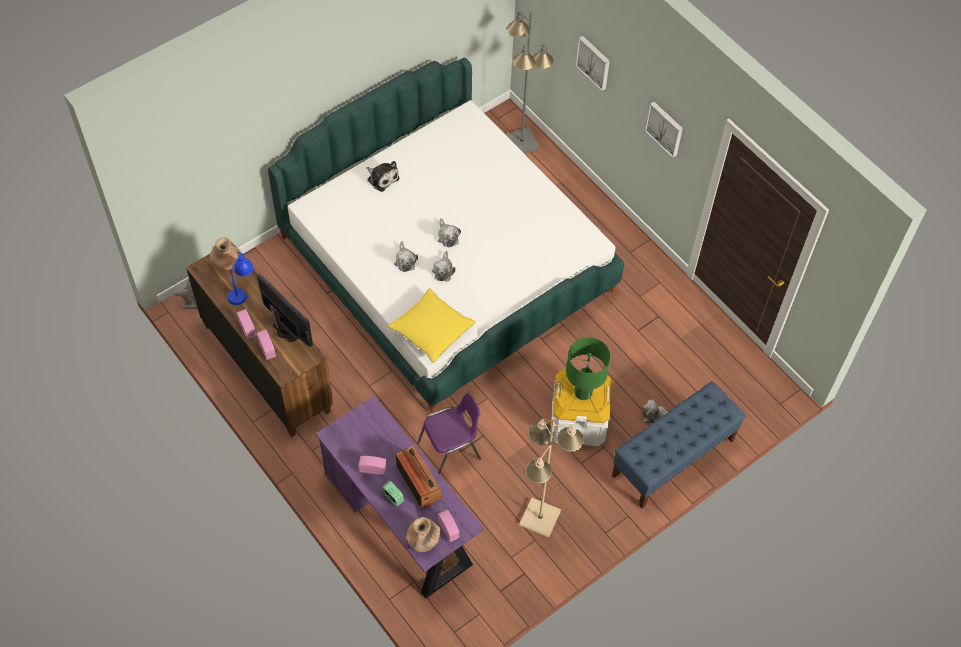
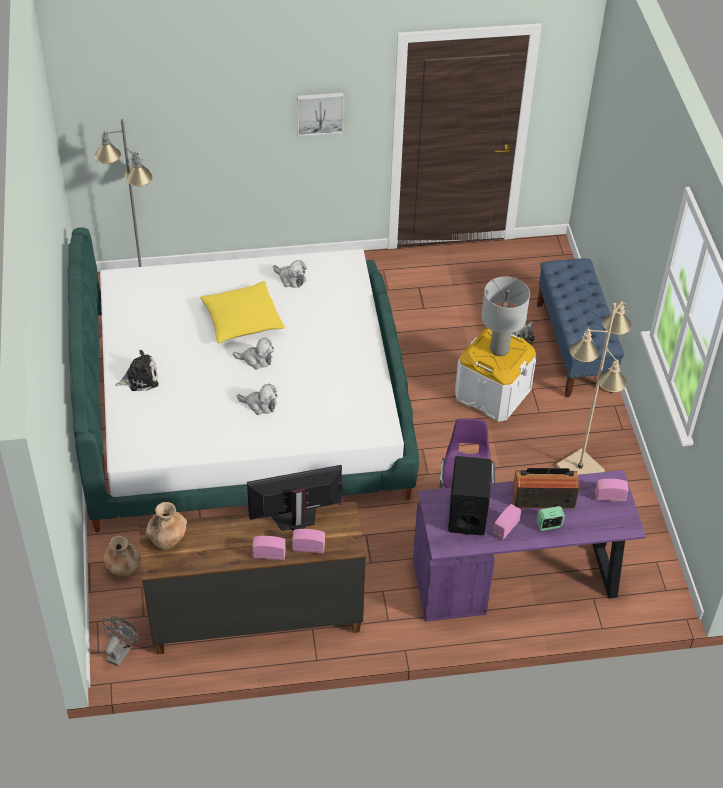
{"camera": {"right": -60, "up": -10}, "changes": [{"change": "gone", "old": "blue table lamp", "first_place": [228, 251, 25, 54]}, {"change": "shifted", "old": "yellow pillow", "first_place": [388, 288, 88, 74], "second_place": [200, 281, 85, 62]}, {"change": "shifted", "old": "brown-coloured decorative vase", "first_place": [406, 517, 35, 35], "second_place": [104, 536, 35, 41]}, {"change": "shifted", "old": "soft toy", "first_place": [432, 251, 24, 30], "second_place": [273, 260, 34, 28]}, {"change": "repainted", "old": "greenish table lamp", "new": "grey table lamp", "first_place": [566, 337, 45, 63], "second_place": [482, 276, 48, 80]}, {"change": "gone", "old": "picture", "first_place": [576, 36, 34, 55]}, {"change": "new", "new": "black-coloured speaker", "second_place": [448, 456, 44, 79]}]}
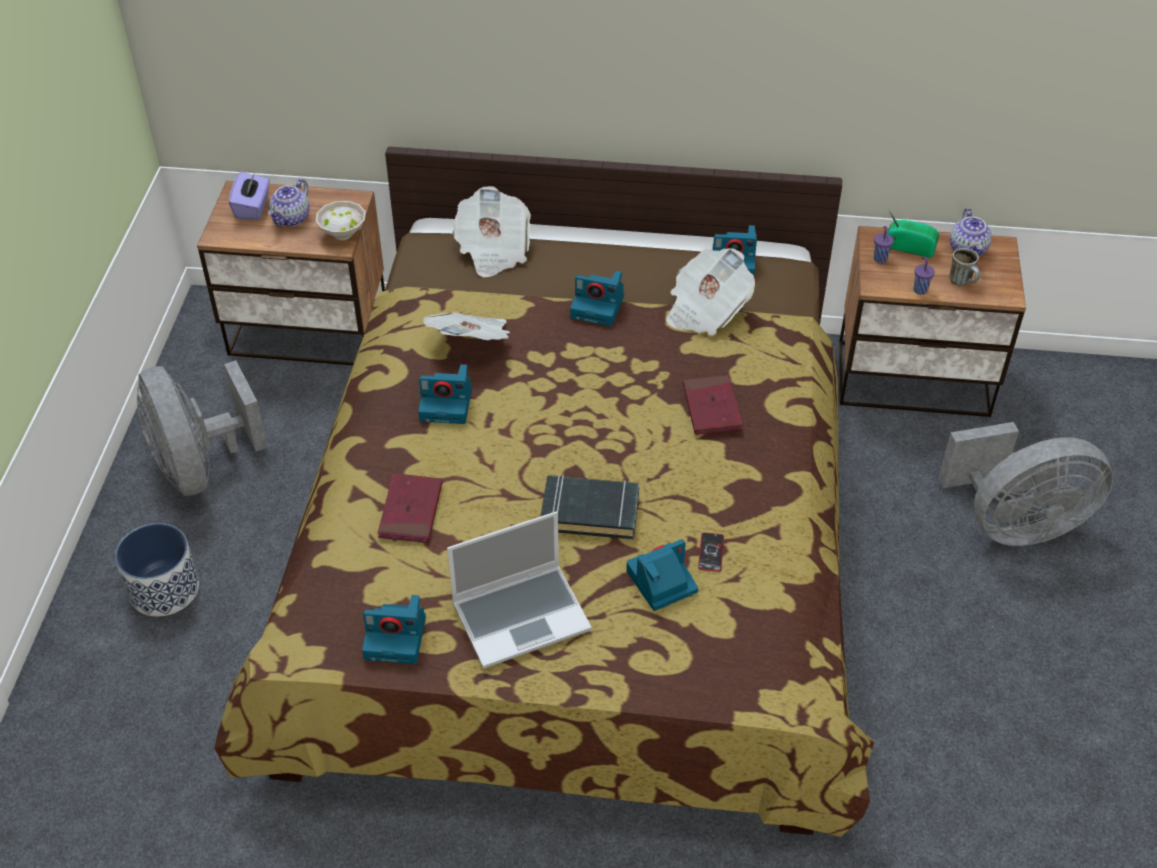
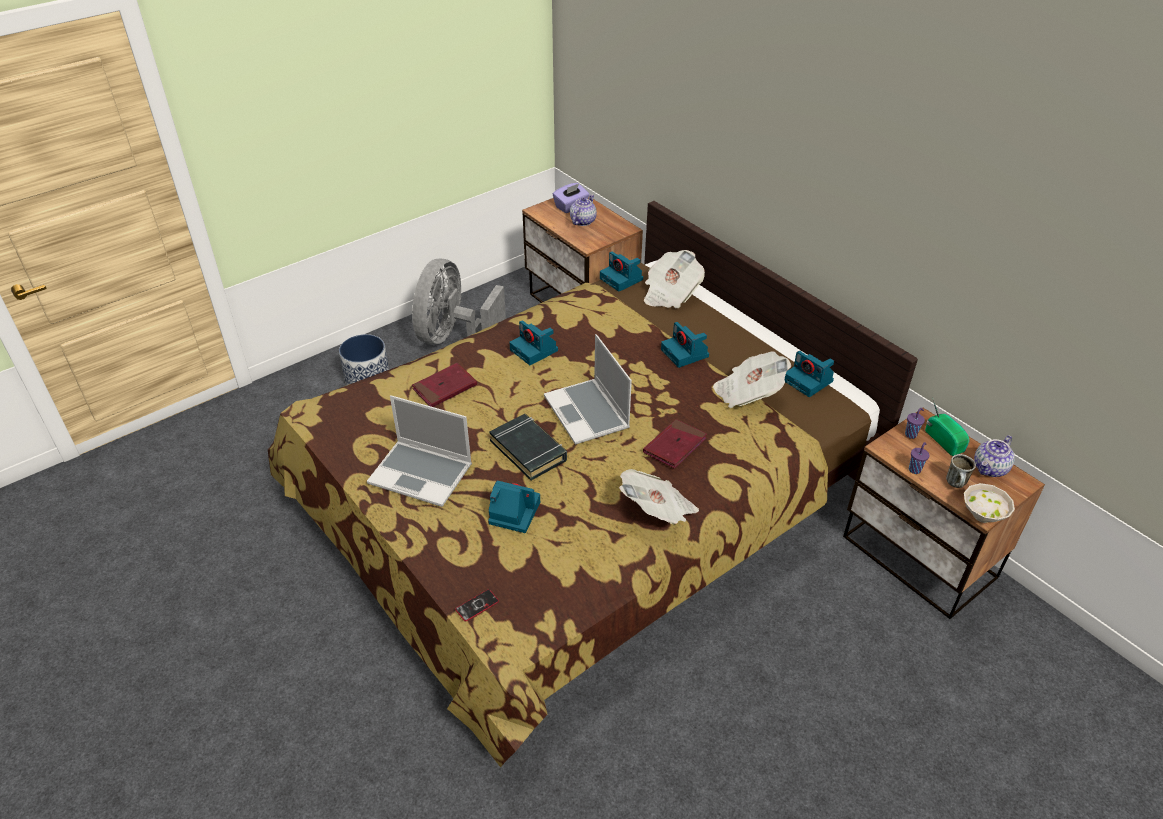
{"camera": {"right": 45, "up": -5}, "changes": [{"change": "rotated", "old": "tea pot", "first_place": [268, 179, 42, 47], "second_place": [570, 194, 27, 32], "degrees": 135}, {"change": "shifted", "old": "white bowl", "first_place": [316, 201, 50, 39], "second_place": [964, 483, 51, 40]}, {"change": "shifted", "old": "still camera", "first_place": [362, 595, 64, 69], "second_place": [600, 251, 43, 41]}, {"change": "shifted", "old": "daily paper", "first_place": [423, 312, 87, 28], "second_place": [619, 469, 80, 56]}, {"change": "shifted", "old": "telephone", "first_place": [698, 532, 26, 40], "second_place": [455, 589, 44, 32]}, {"change": "gone", "old": "grey electric fan", "first_place": [938, 422, 175, 124]}, {"change": "new", "new": "notebook computer", "second_place": [544, 334, 88, 111]}]}
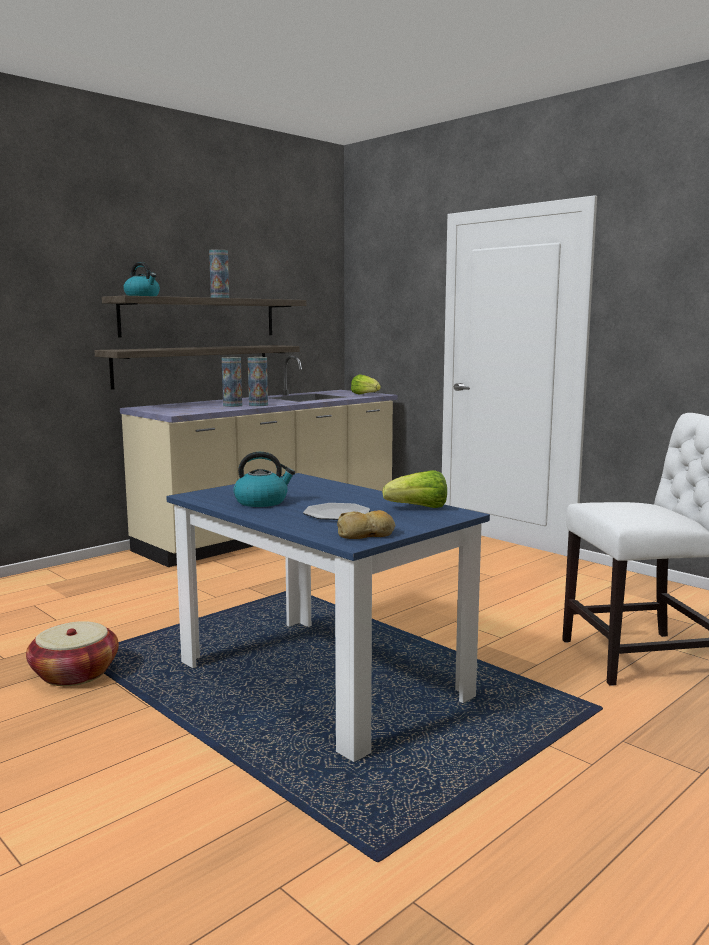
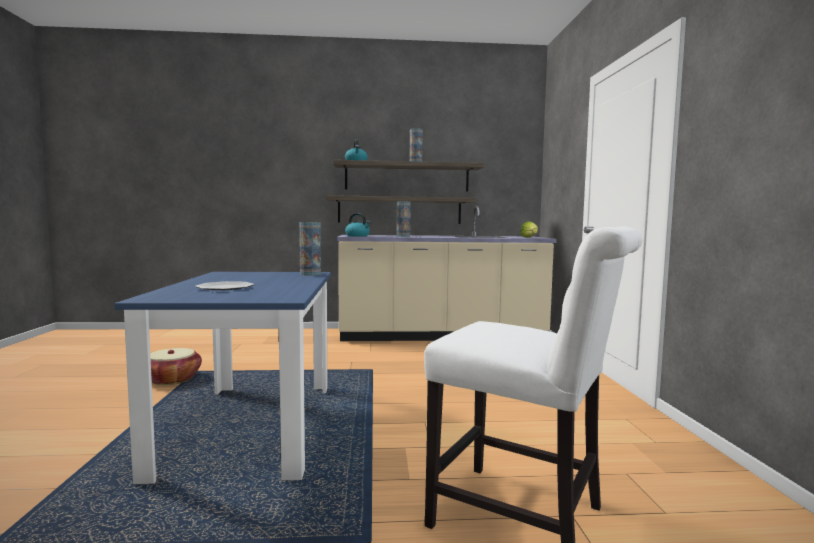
{"camera": {"right": 40, "up": -5}, "changes": [{"change": "shifted", "old": "tea kettle", "first_place": [233, 452, 62, 55], "second_place": [345, 213, 26, 24]}, {"change": "shifted", "old": "decorative vase", "first_place": [248, 357, 20, 49], "second_place": [299, 222, 22, 54]}, {"change": "gone", "old": "bread", "first_place": [337, 510, 58, 29]}, {"change": "gone", "old": "head of lettuce", "first_place": [383, 470, 64, 38]}]}
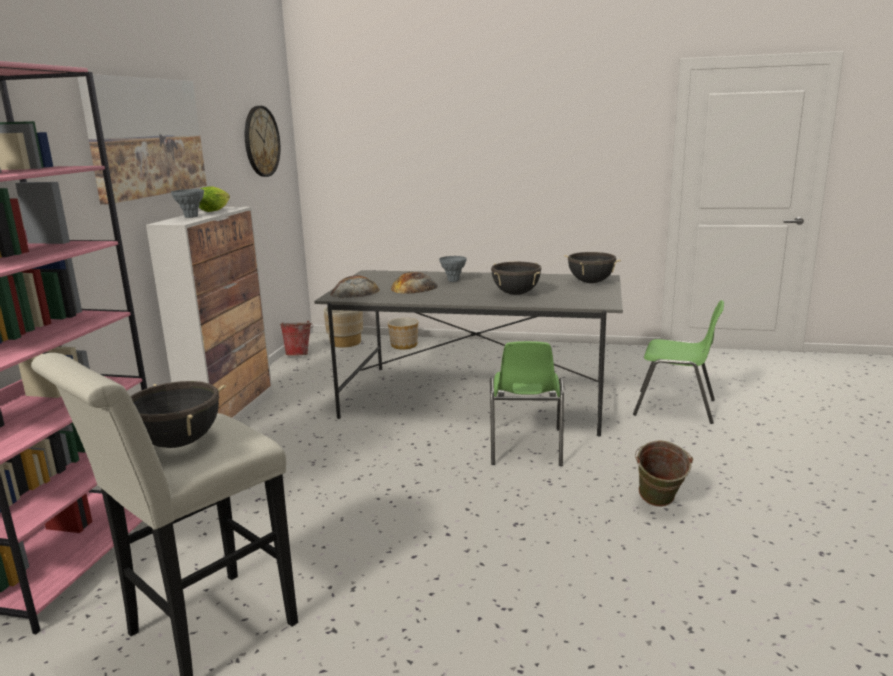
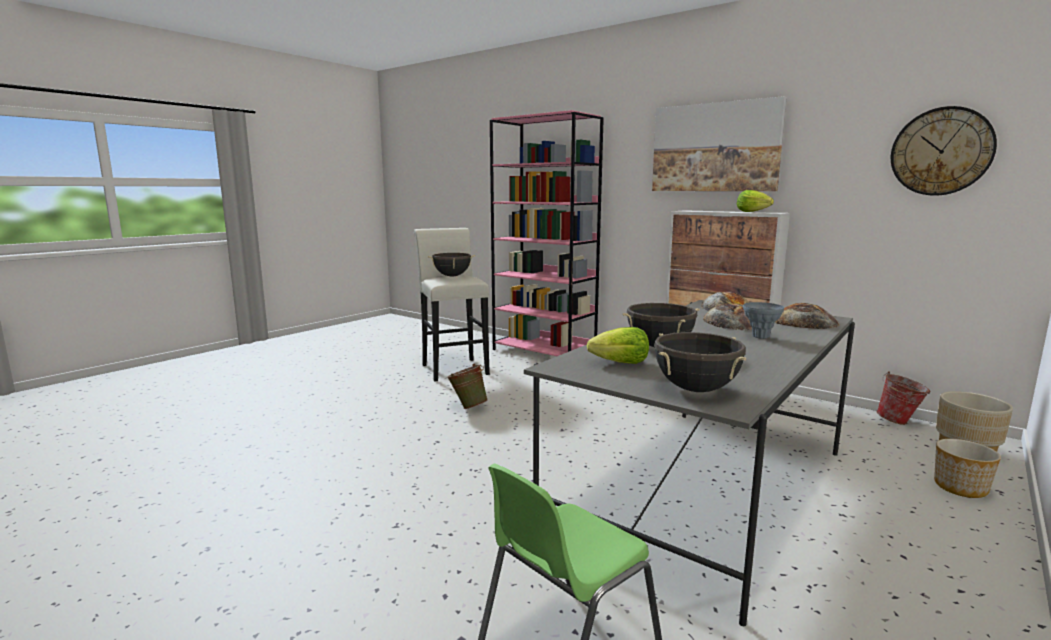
{"camera": {"right": 115, "up": -5}, "changes": [{"change": "gone", "old": "grey decorative vase", "first_place": [171, 189, 33, 29]}, {"change": "gone", "old": "greenish upright chair", "first_place": [490, 341, 74, 125]}, {"change": "shifted", "old": "greenish pail", "first_place": [635, 440, 58, 67], "second_place": [447, 364, 41, 45]}, {"change": "new", "new": "head of lettuce", "second_place": [587, 327, 62, 37]}, {"change": "new", "new": "bread", "second_place": [775, 303, 65, 26]}]}
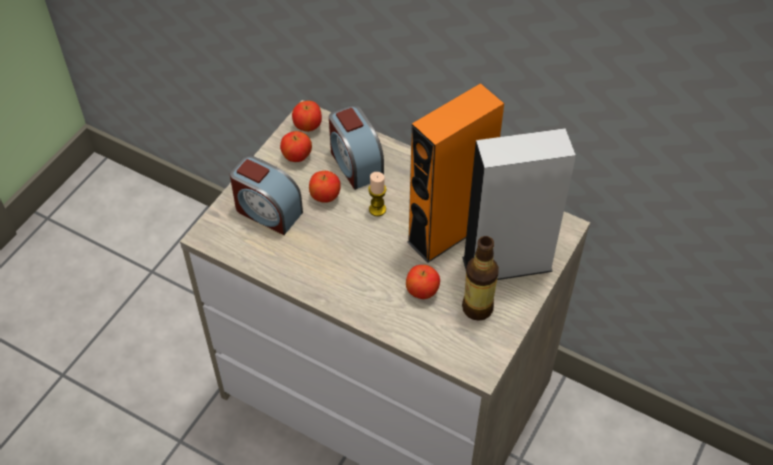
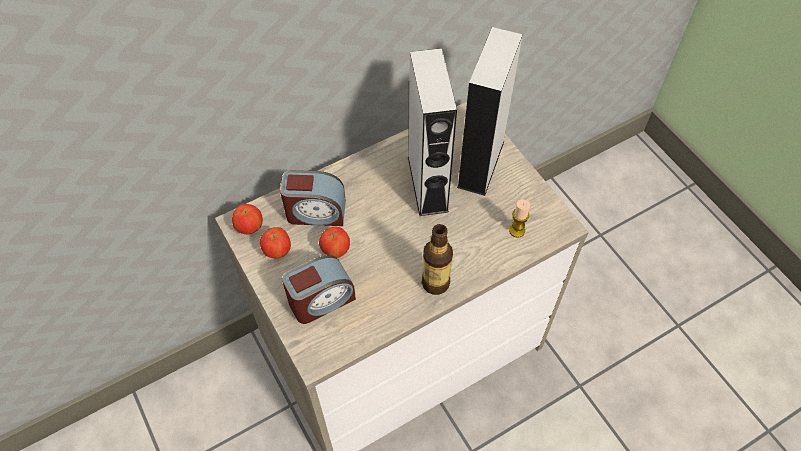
{"camera": {"right": -60, "up": 5}, "changes": [{"change": "shifted", "old": "wax light", "first_place": [368, 172, 18, 44], "second_place": [509, 199, 21, 39]}, {"change": "gone", "old": "whole apple", "first_place": [406, 265, 34, 34]}, {"change": "repainted", "old": "orangey speaker", "new": "grey speaker", "first_place": [407, 83, 97, 180], "second_place": [408, 48, 49, 168]}, {"change": "shifted", "old": "bottle", "first_place": [462, 236, 37, 85], "second_place": [422, 224, 31, 71]}]}
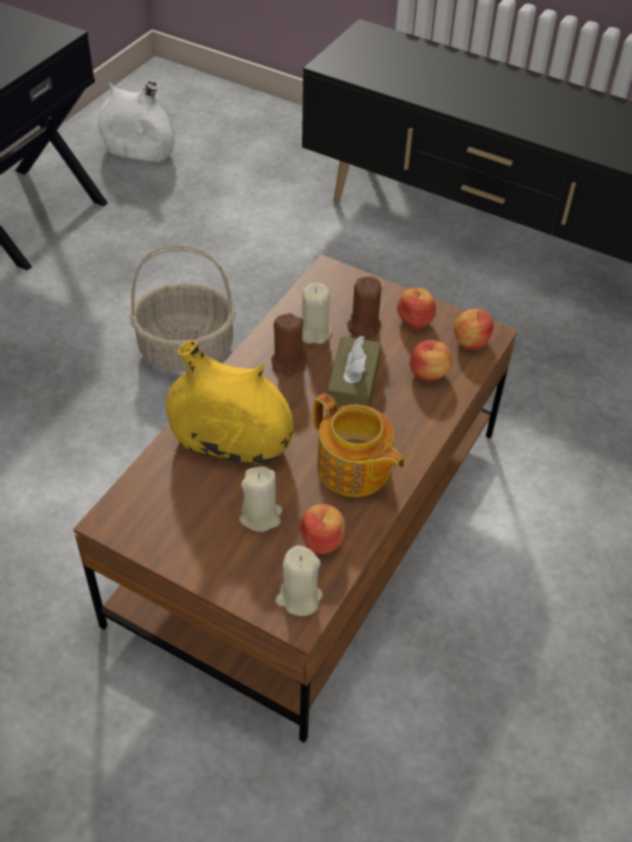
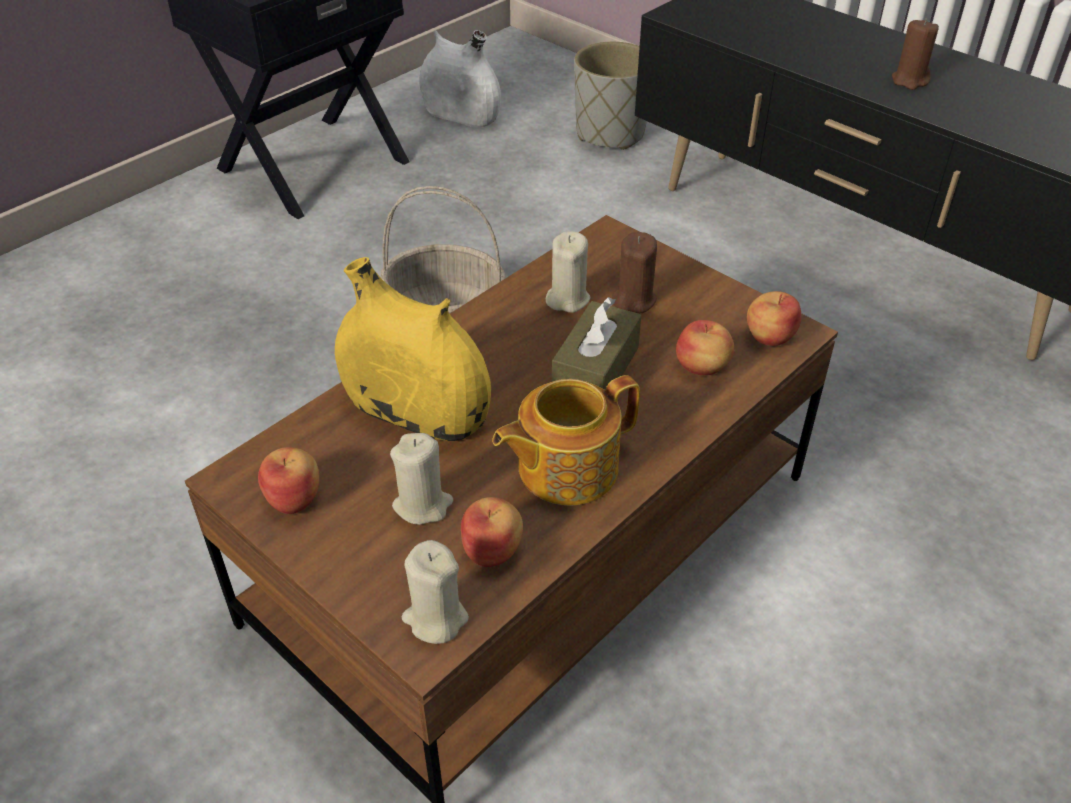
{"camera": {"right": 15, "up": -5}, "changes": [{"change": "shifted", "old": "brown-coloured wax light", "first_place": [271, 313, 36, 64], "second_place": [892, 19, 47, 71]}, {"change": "rotated", "old": "tea pot", "first_place": [313, 393, 92, 104], "second_place": [492, 375, 148, 130], "degrees": 90}, {"change": "shifted", "old": "whole apple", "first_place": [397, 287, 39, 42], "second_place": [258, 447, 61, 67]}, {"change": "new", "new": "grey planter", "second_place": [574, 42, 73, 108]}]}
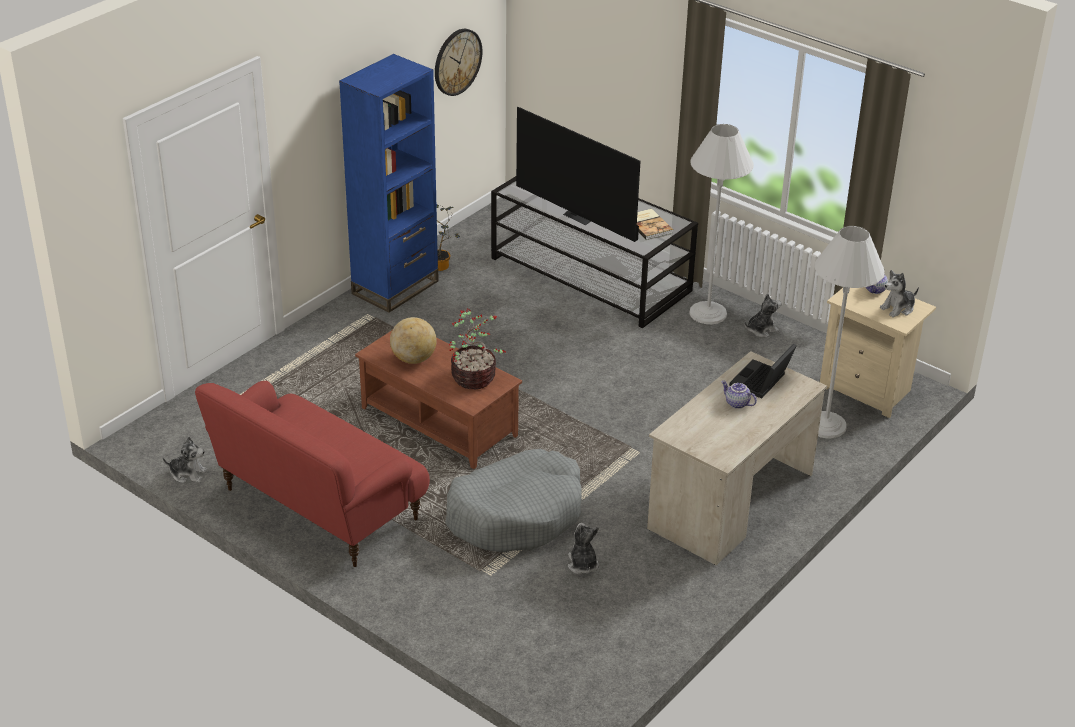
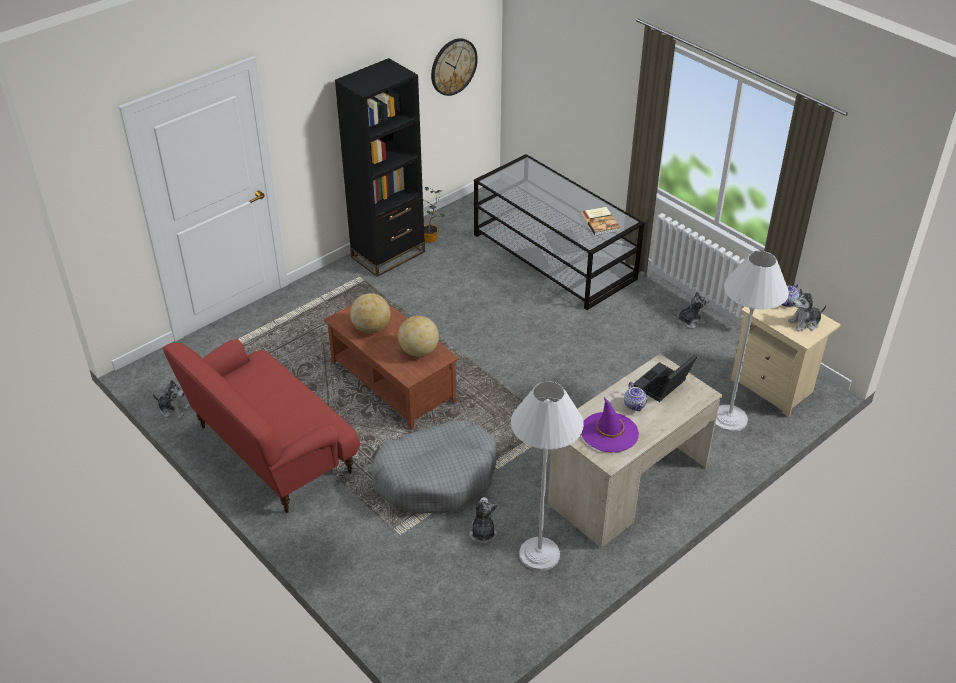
{"camera": {"right": 10, "up": 5}, "changes": [{"change": "repainted", "old": "blue bookshelf", "new": "black-coloured bookshelf", "first_place": [339, 54, 100, 259], "second_place": [335, 58, 90, 219]}, {"change": "swapped", "old": "plant in a pot", "new": "world globe", "first_place": [449, 308, 57, 81], "second_place": [398, 316, 41, 41]}, {"change": "gone", "old": "TV set", "first_place": [516, 107, 125, 135]}, {"change": "shifted", "old": "white standard lamp", "first_place": [689, 124, 65, 200], "second_place": [511, 381, 73, 190]}, {"change": "rotated", "old": "tea pot", "first_place": [721, 381, 36, 28], "second_place": [624, 382, 23, 29], "degrees": -150}, {"change": "new", "new": "purple-coloured hat", "second_place": [581, 397, 58, 55]}]}
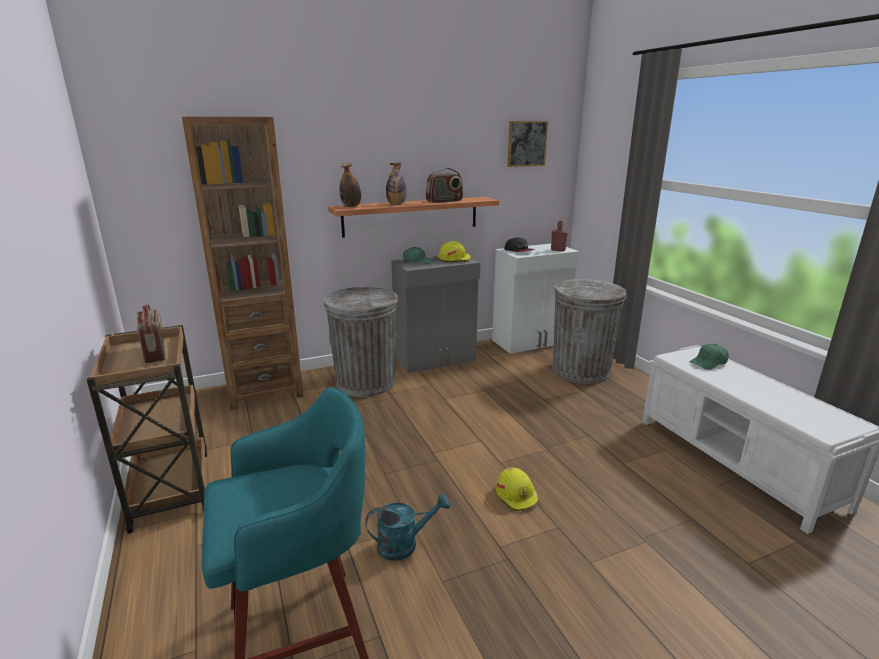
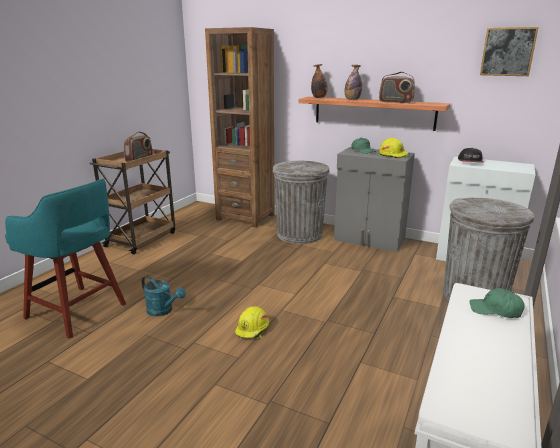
{"camera": {"right": 50, "up": 0}, "changes": [{"change": "gone", "old": "red-coloured bottle", "first_place": [551, 221, 17, 31]}]}
